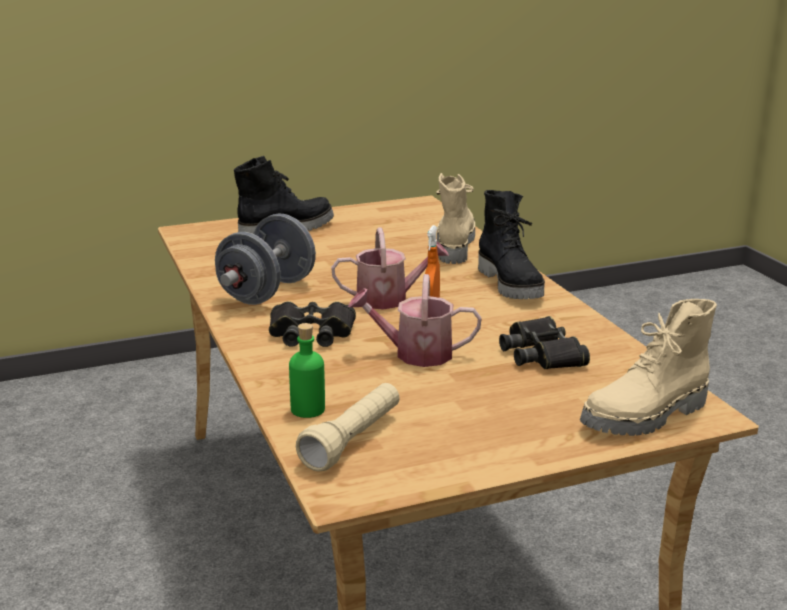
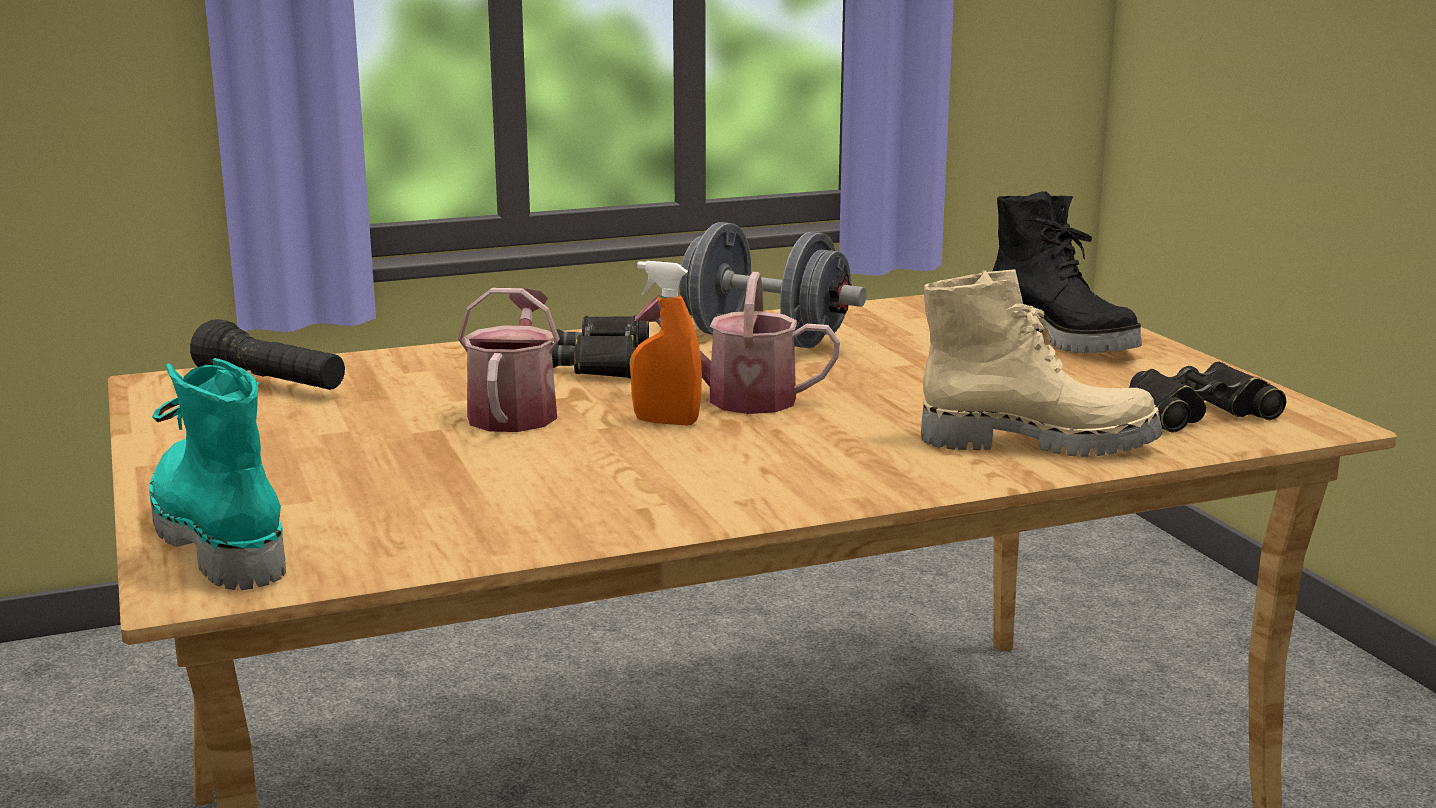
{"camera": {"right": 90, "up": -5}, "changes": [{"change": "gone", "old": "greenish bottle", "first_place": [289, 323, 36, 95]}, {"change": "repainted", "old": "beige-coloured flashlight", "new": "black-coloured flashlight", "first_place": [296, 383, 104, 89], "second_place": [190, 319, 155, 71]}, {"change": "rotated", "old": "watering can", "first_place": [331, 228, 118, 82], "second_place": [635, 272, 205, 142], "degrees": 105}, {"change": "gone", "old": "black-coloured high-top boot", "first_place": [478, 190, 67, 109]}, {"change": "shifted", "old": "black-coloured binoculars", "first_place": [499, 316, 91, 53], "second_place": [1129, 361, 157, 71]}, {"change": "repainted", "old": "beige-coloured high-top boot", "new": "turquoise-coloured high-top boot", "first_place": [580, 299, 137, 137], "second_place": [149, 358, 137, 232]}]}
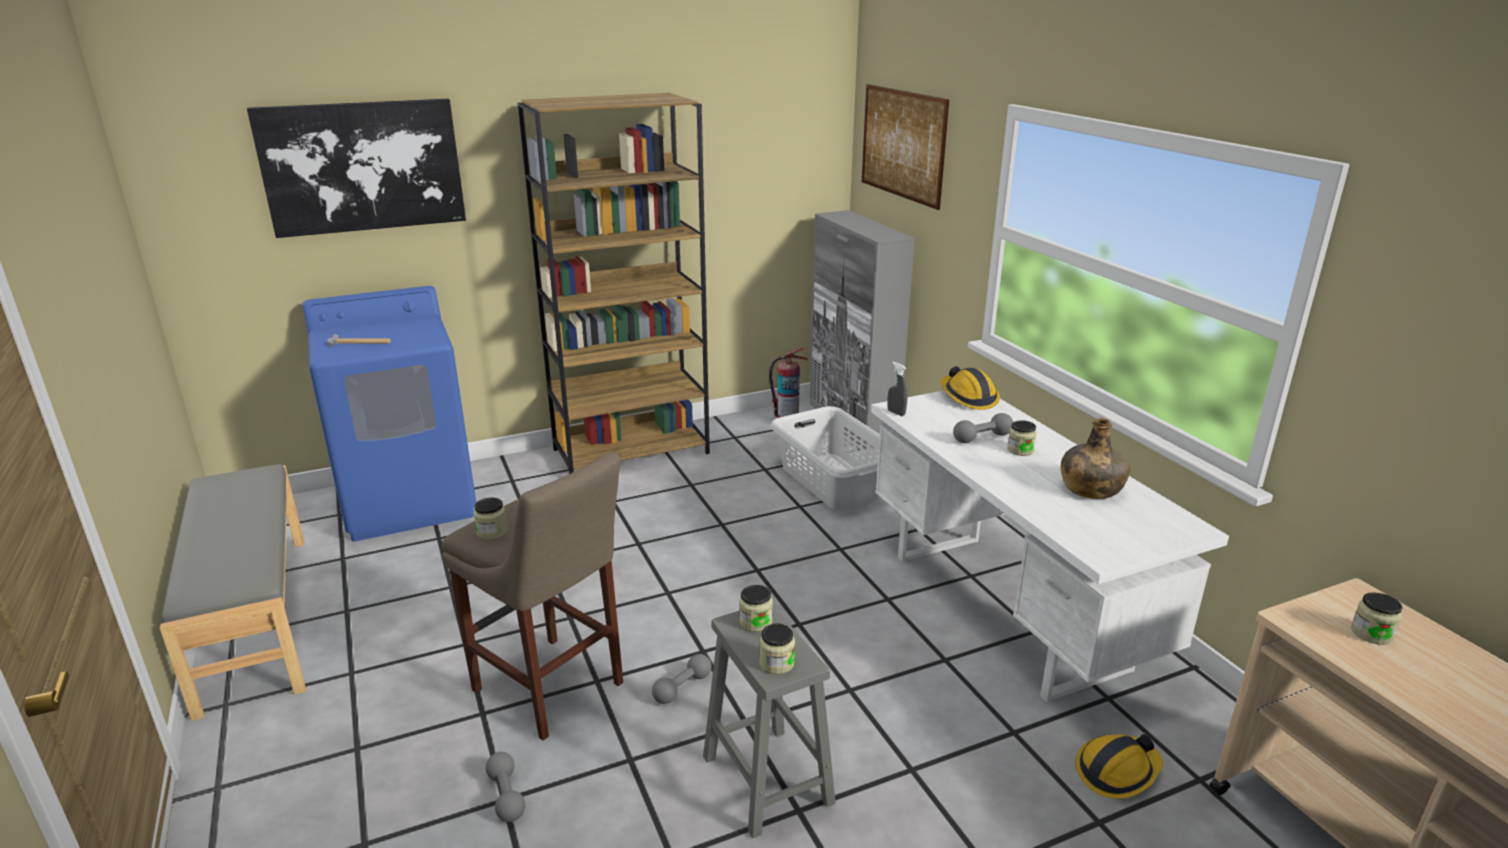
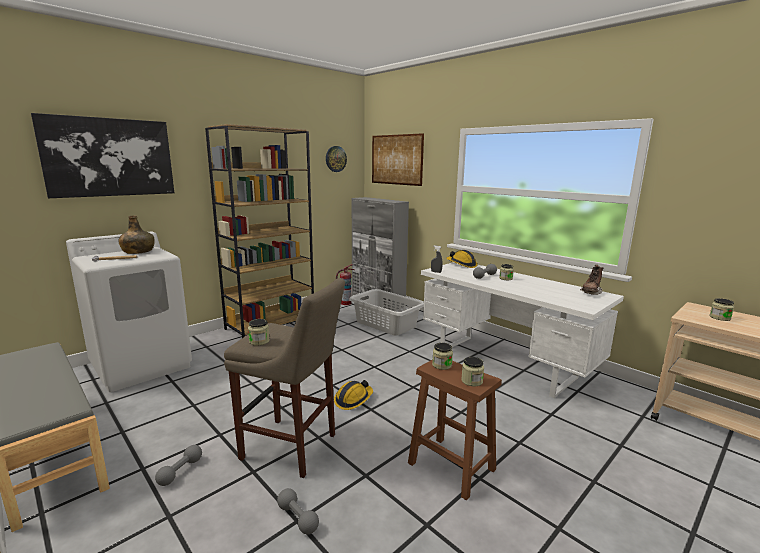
{"camera": {"right": -20, "up": -10}, "changes": [{"change": "repainted", "old": "blue washing machine", "new": "white washing machine", "first_place": [302, 286, 174, 256], "second_place": [66, 232, 126, 160]}, {"change": "shifted", "old": "grey free weight", "first_place": [652, 654, 60, 50], "second_place": [155, 445, 47, 41]}, {"change": "repainted", "old": "grey sitting stool", "new": "brown-coloured sitting stool", "first_place": [703, 604, 133, 235], "second_place": [408, 359, 94, 142]}, {"change": "shifted", "old": "greenish bottle", "first_place": [1061, 418, 69, 81], "second_place": [118, 215, 37, 39]}, {"change": "shifted", "old": "hard hat", "first_place": [1075, 734, 88, 65], "second_place": [334, 380, 39, 30]}, {"change": "new", "new": "wall clock", "second_place": [326, 146, 21, 26]}, {"change": "new", "new": "brown-coloured high-top boot", "second_place": [580, 265, 24, 30]}]}
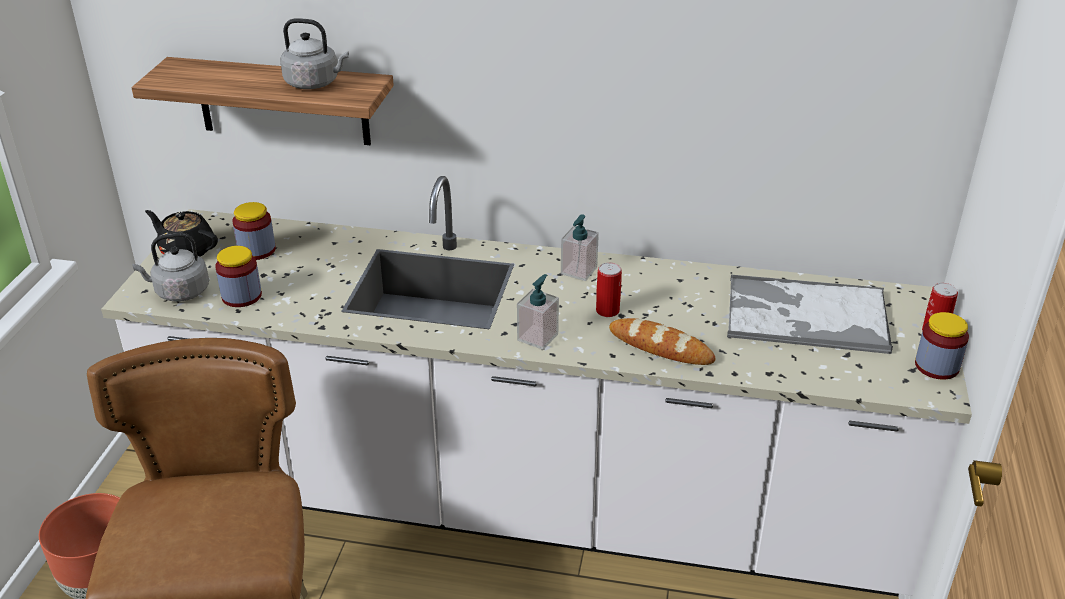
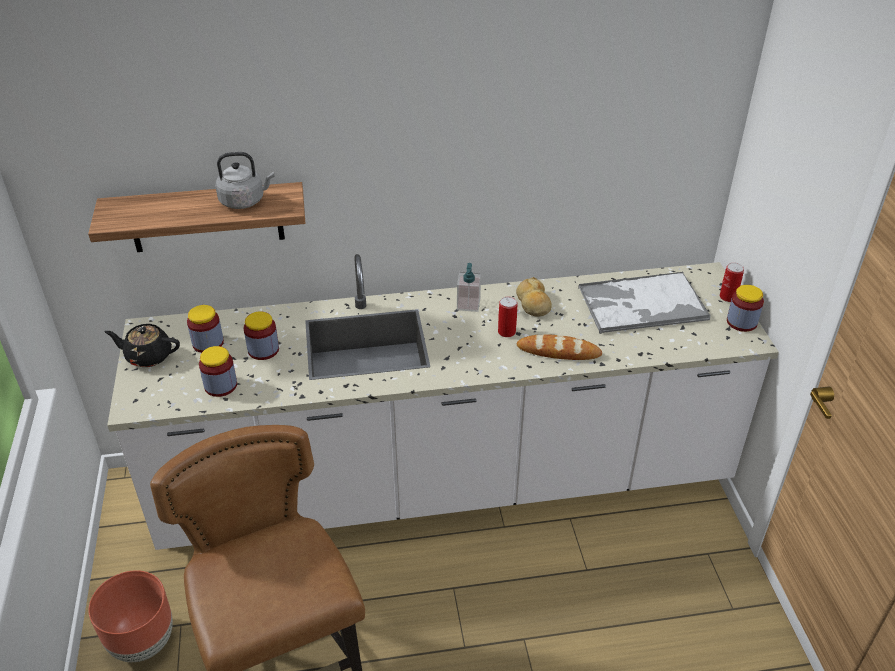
{"camera": {"right": -20, "up": 5}, "changes": [{"change": "gone", "old": "grey tea kettle", "first_place": [132, 233, 77, 69]}, {"change": "gone", "old": "soap dispenser", "first_place": [517, 274, 42, 76]}, {"change": "new", "new": "preserve jar", "second_place": [244, 311, 35, 49]}, {"change": "new", "new": "bread", "second_place": [516, 277, 36, 39]}]}
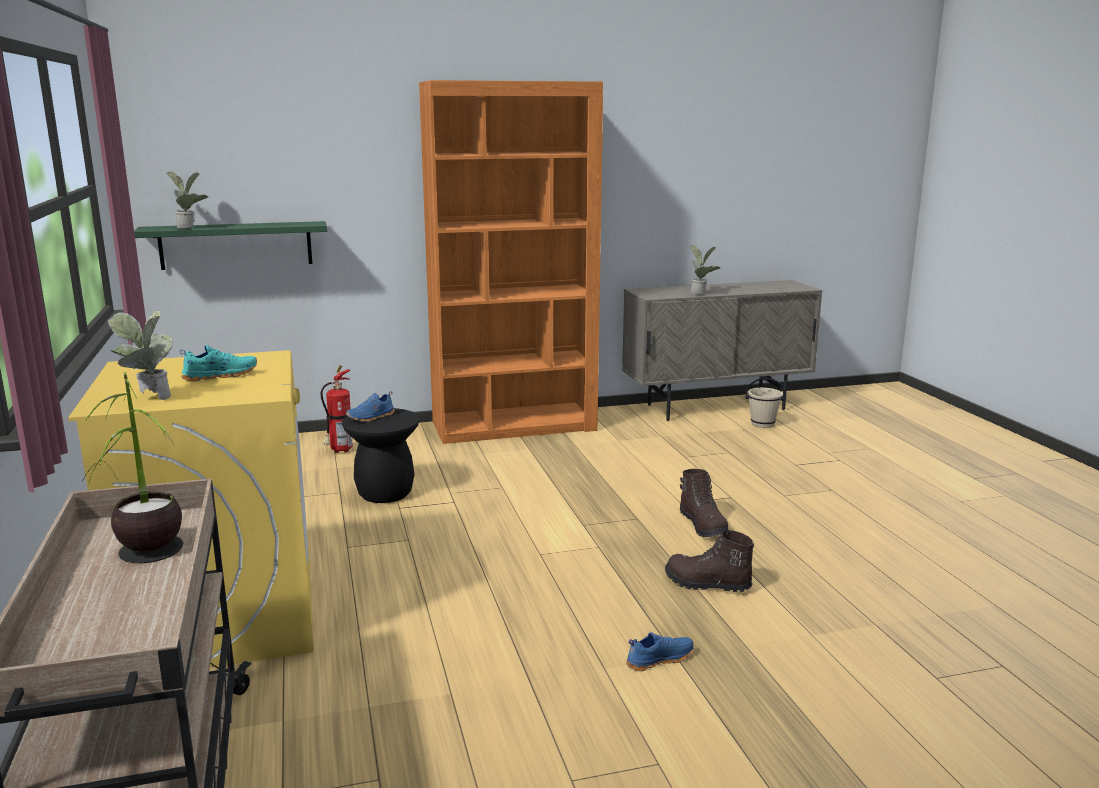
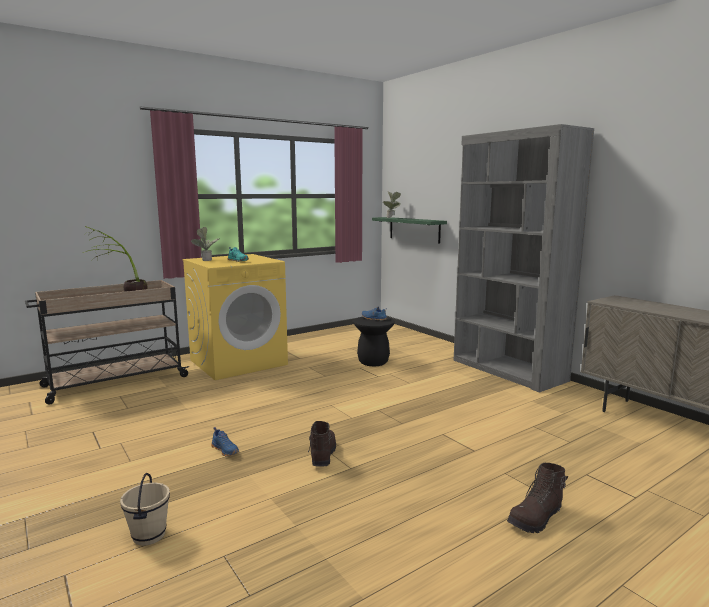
{"camera": {"right": 70, "up": -5}, "changes": [{"change": "gone", "old": "extinguisher", "first_place": [321, 366, 32, 87]}, {"change": "repainted", "old": "orangey bookshelf", "new": "grey bookshelf", "first_place": [419, 80, 184, 364], "second_place": [454, 124, 140, 269]}, {"change": "shifted", "old": "brown-coloured high-top boot", "first_place": [680, 469, 48, 68], "second_place": [507, 463, 61, 70]}, {"change": "gone", "old": "plant in a pot", "first_place": [689, 245, 31, 50]}, {"change": "shifted", "old": "beige-coloured pail", "first_place": [745, 378, 40, 50], "second_place": [120, 473, 50, 73]}]}
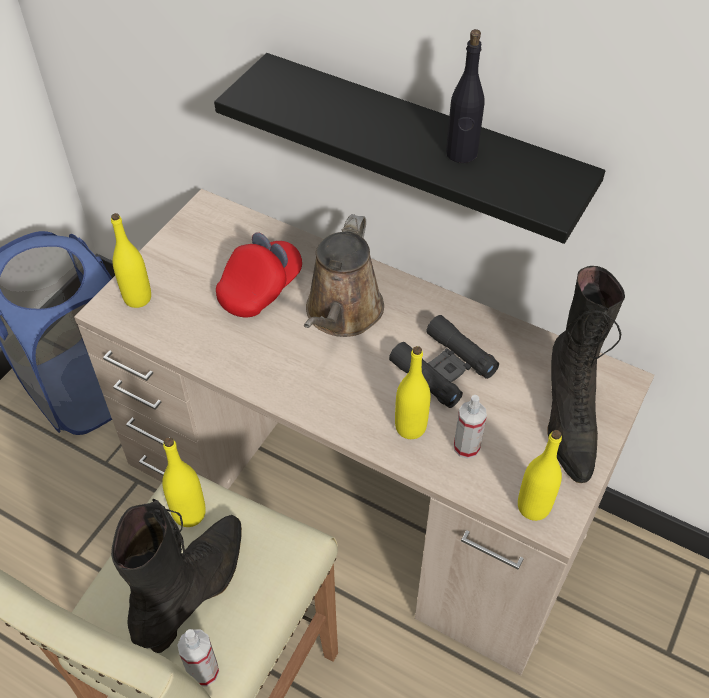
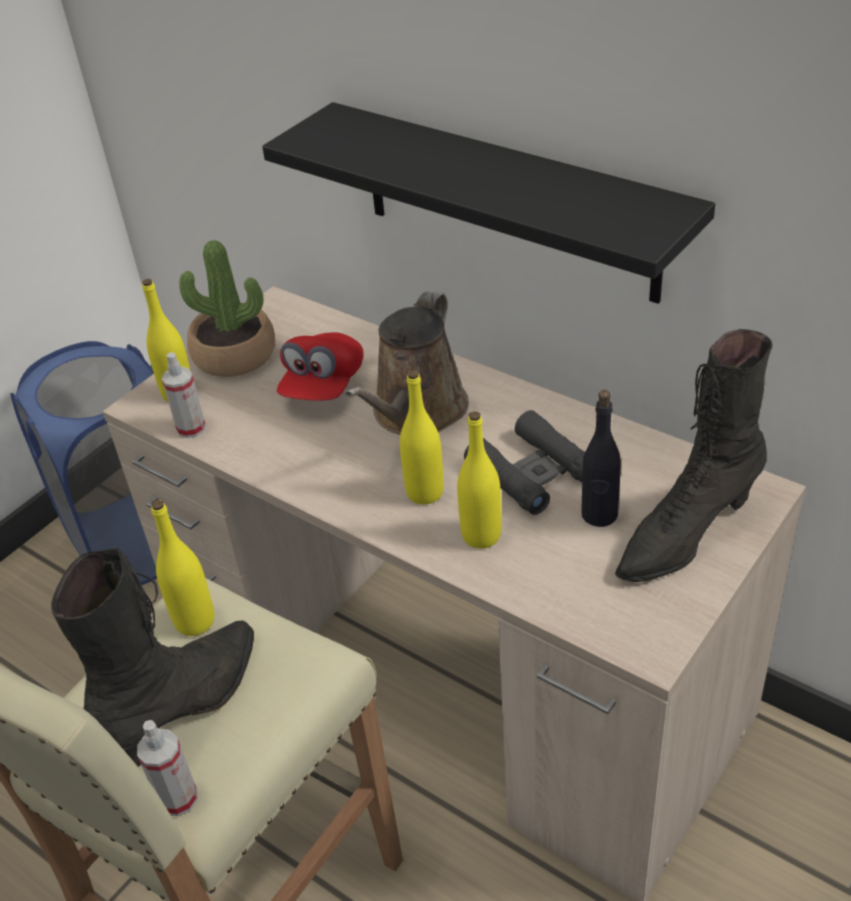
{"camera": {"right": 10, "up": -10}, "changes": [{"change": "rotated", "old": "red-coloured baseball cap", "first_place": [216, 232, 86, 85], "second_place": [277, 332, 87, 69], "degrees": 150}, {"change": "shifted", "old": "black-coloured bottle", "first_place": [446, 29, 39, 134], "second_place": [581, 390, 40, 137]}, {"change": "shifted", "old": "hand sprayer", "first_place": [454, 395, 33, 64], "second_place": [162, 352, 44, 86]}, {"change": "shifted", "old": "yellow bottle", "first_place": [518, 430, 44, 91], "second_place": [400, 370, 44, 135]}, {"change": "rotated", "old": "black-coloured high-top boot", "first_place": [548, 266, 77, 217], "second_place": [615, 329, 158, 253], "degrees": 45}, {"change": "new", "new": "plant in a pot", "second_place": [179, 240, 96, 137]}]}
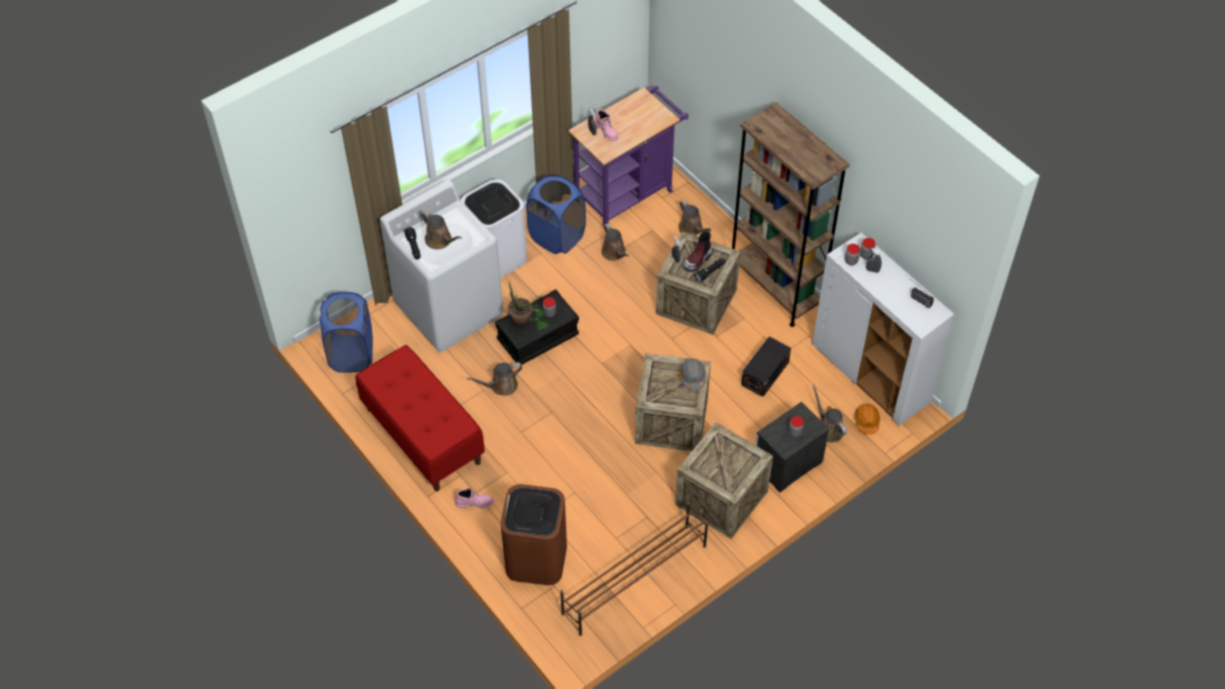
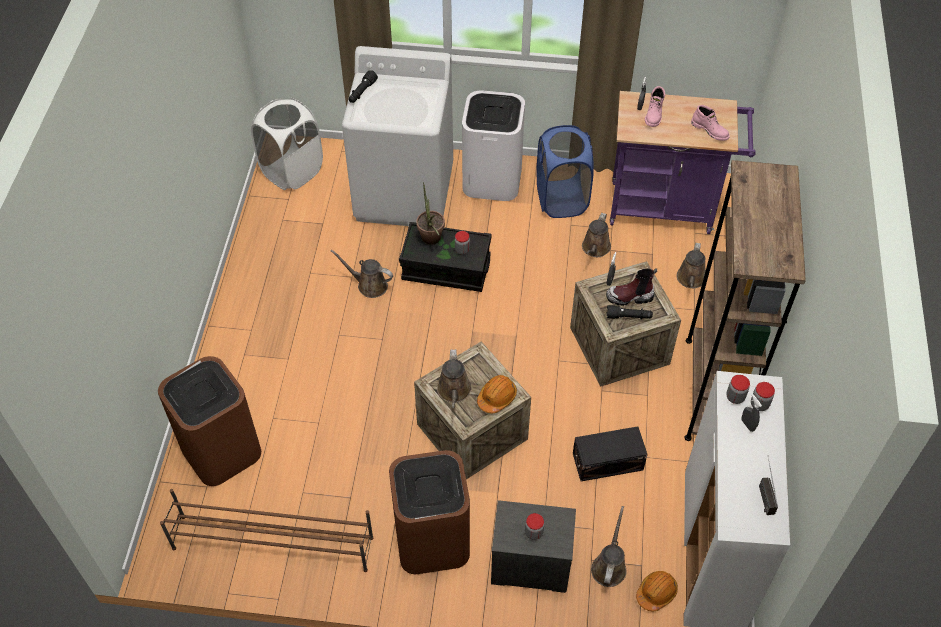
{"camera": {"right": 45, "up": 0}, "changes": [{"change": "repainted", "old": "blue washing basket", "new": "white washing basket", "first_place": [319, 292, 54, 81], "second_place": [251, 98, 72, 92]}, {"change": "gone", "old": "red-coloured bench", "first_place": [356, 345, 129, 146]}, {"change": "shifted", "old": "brown-coloured watering can", "first_place": [421, 211, 41, 38], "second_place": [437, 349, 34, 59]}, {"change": "shifted", "old": "pink high-top boot", "first_place": [455, 488, 39, 20], "second_place": [691, 105, 39, 36]}, {"change": "swapped", "old": "shipping crate", "new": "brown-coloured waste bin", "first_place": [675, 422, 98, 117], "second_place": [389, 450, 81, 124]}, {"change": "repainted", "old": "grey hard hat", "new": "orangey hard hat", "first_place": [680, 358, 26, 32], "second_place": [477, 375, 40, 38]}]}
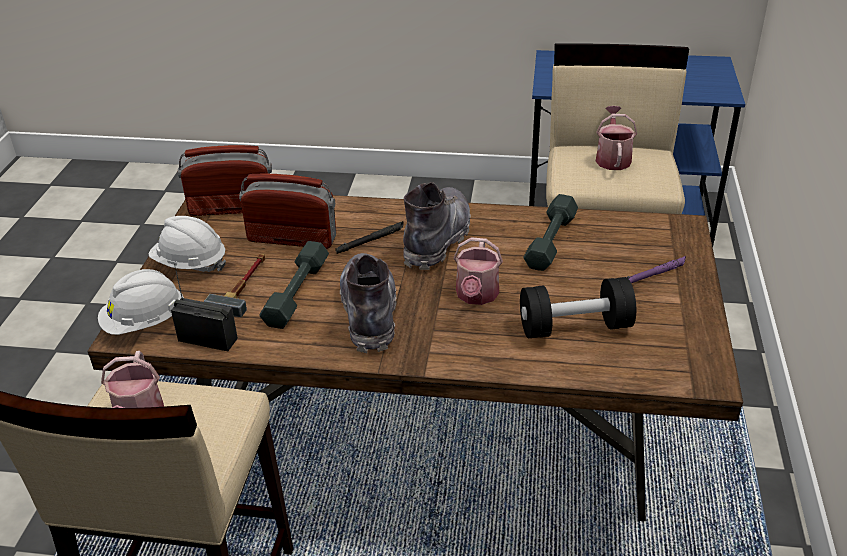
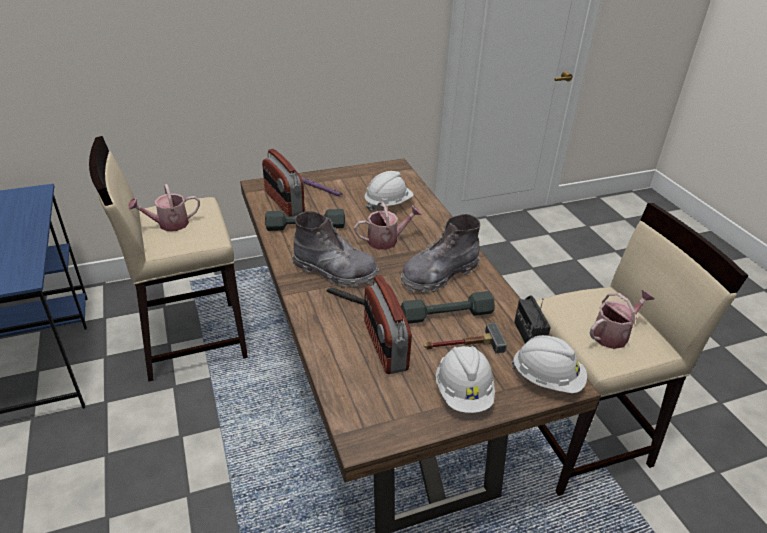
{"camera": {"right": -120, "up": 0}, "changes": [{"change": "shifted", "old": "radio", "first_place": [178, 145, 94, 71], "second_place": [262, 149, 43, 68]}, {"change": "rotated", "old": "grey high-top boot", "first_place": [403, 182, 68, 88], "second_place": [292, 211, 87, 77], "degrees": -150}, {"change": "swapped", "old": "black-coloured free weight", "new": "white hard hat", "first_place": [520, 277, 116, 61], "second_place": [364, 171, 50, 40]}]}
